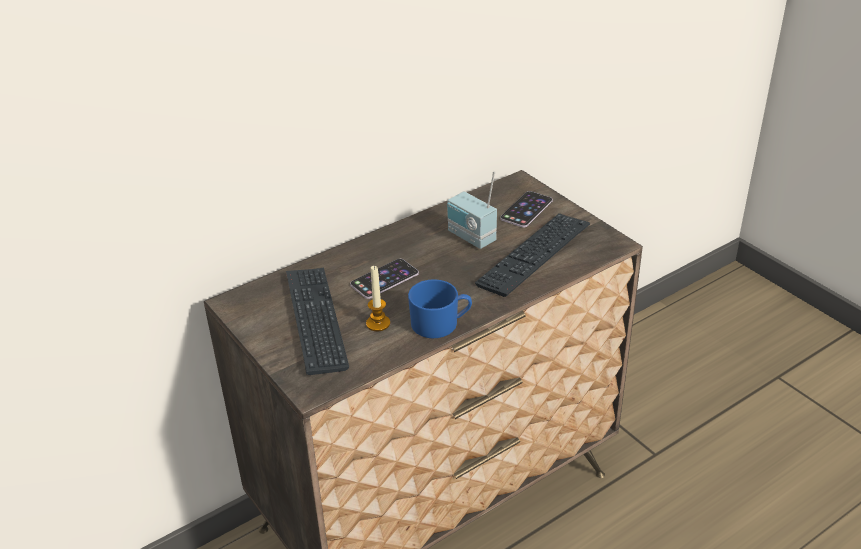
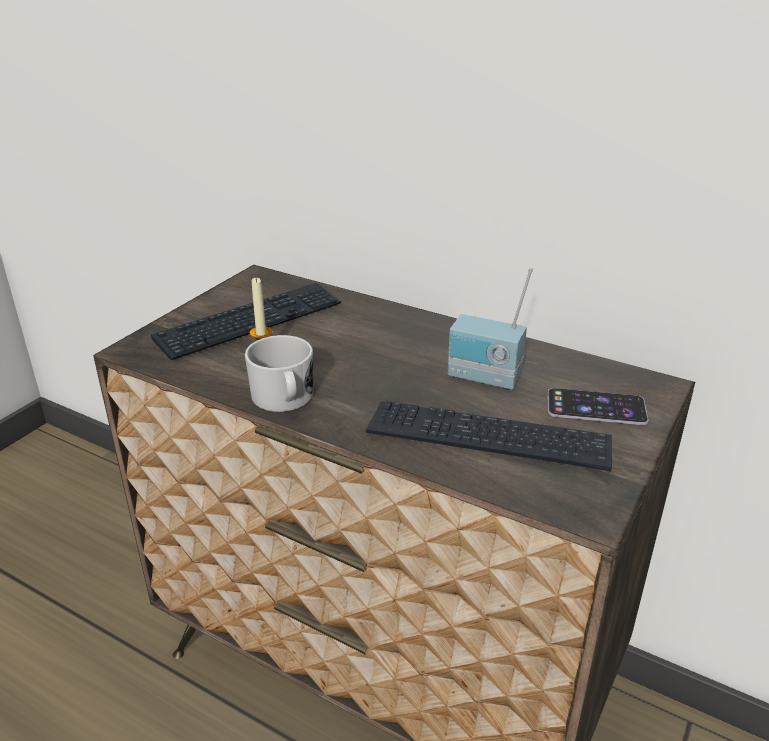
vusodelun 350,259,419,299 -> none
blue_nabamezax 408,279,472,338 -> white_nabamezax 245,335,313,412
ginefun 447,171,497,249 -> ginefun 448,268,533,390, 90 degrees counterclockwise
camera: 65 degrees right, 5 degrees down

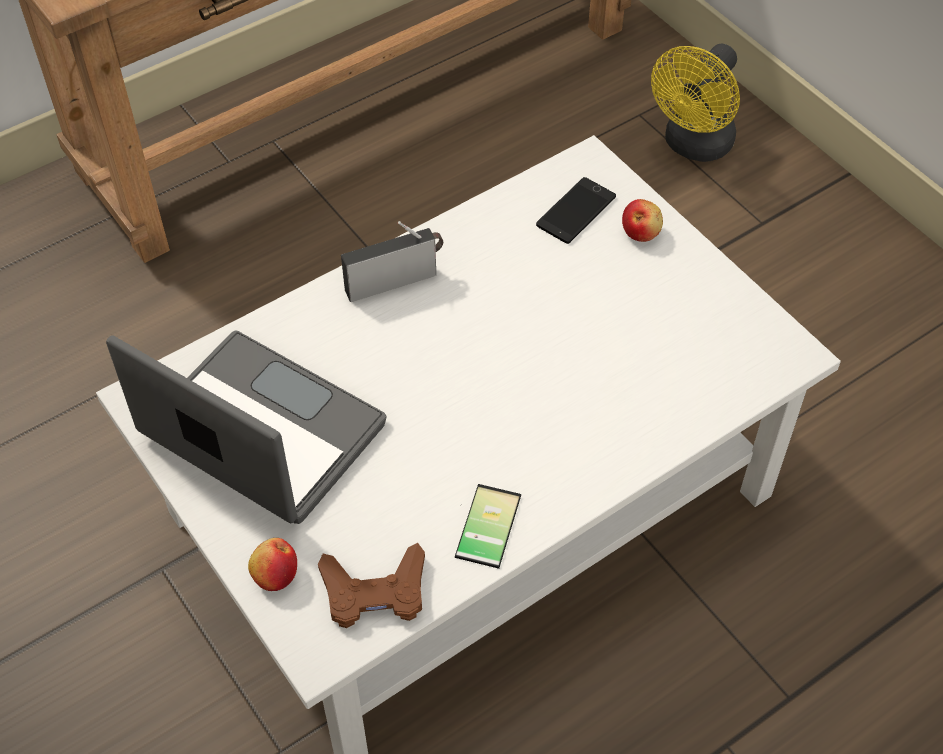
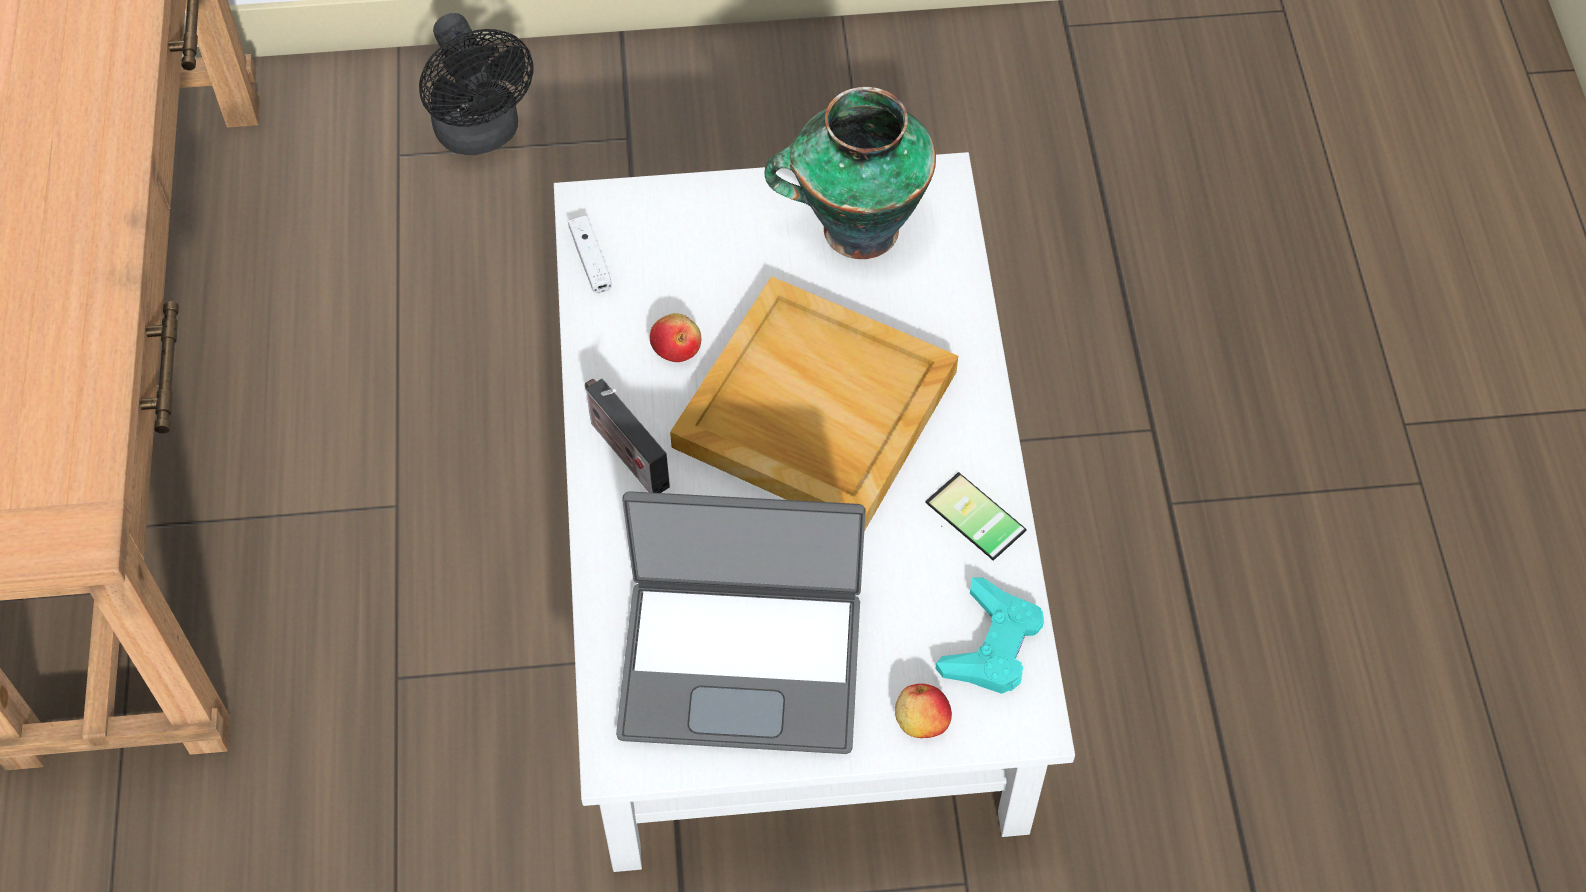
vusodelun 536,177,616,244 -> none
none -> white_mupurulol 568,215,612,293
none -> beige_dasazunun 670,276,958,531
none -> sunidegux 764,87,936,259
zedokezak 622,199,663,242 -> zedokezak 650,313,702,362, shifted
brown_mupurulol 318,543,425,628 -> turquoise_mupurulol 935,577,1044,694
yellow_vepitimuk 651,44,740,162 -> black_vepitimuk 419,13,534,155
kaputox 106,330,386,524 -> kaputox 616,491,866,754, 150 degrees counterclockwise
ginefun 341,221,443,302 -> ginefun 585,379,670,493, 45 degrees counterclockwise
camera: 60 degrees left, 5 degrees up

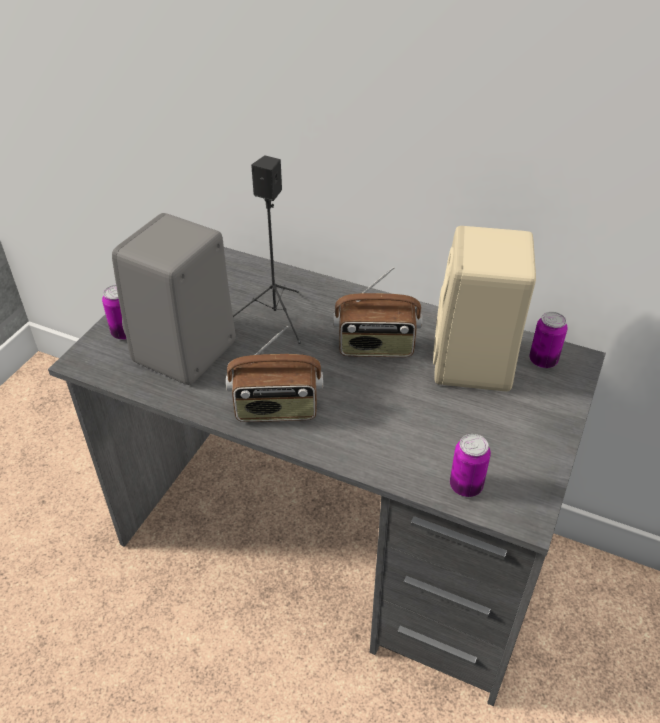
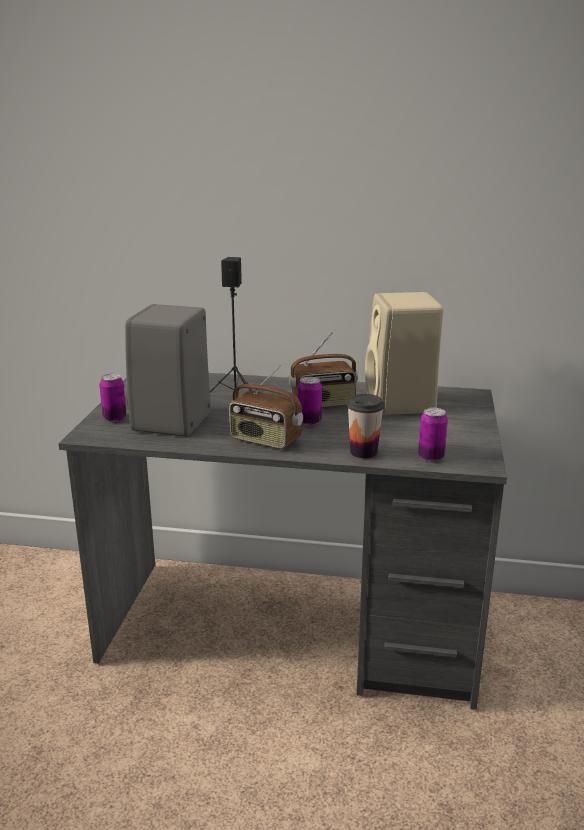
none -> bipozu 347,394,384,458
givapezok 529,312,568,368 -> givapezok 298,377,322,426, shifted
ginefun 226,326,323,422 -> ginefun 229,364,303,449, 45 degrees clockwise
camera: 15 degrees left, 20 degrees down

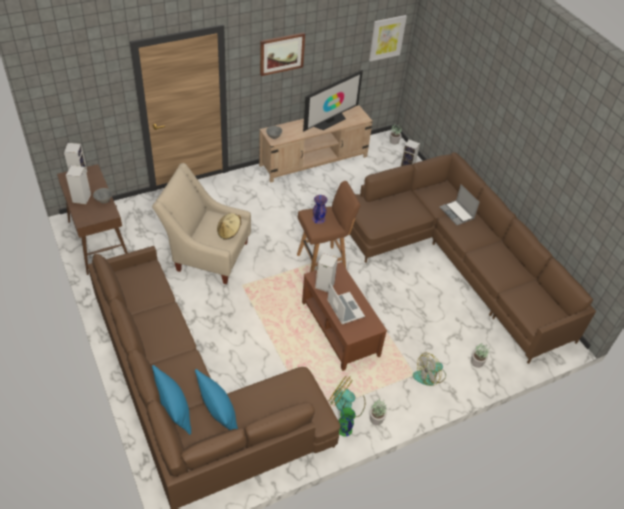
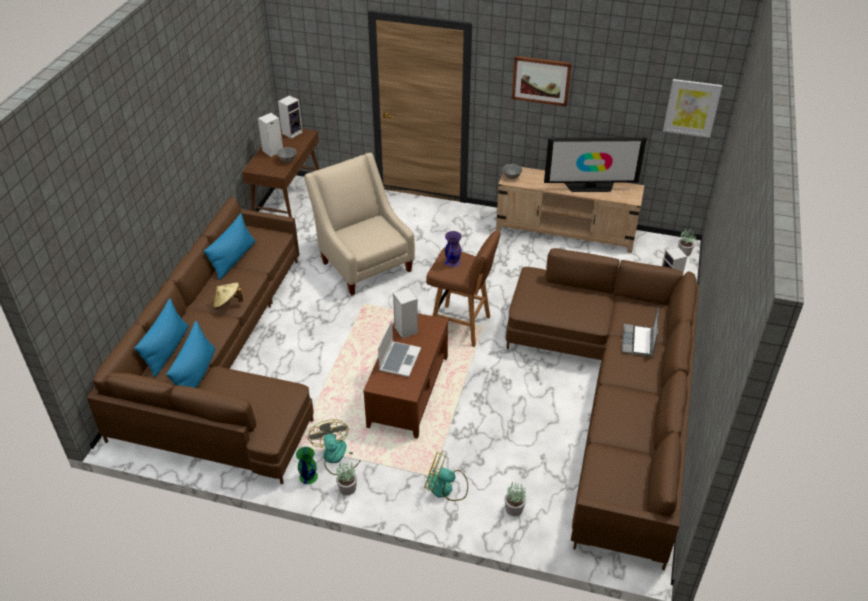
none -> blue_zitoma 204,213,256,280
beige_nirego 217,213,241,240 -> beige_nirego 213,282,243,309, shifted
camera: 45 degrees right, 5 degrees down

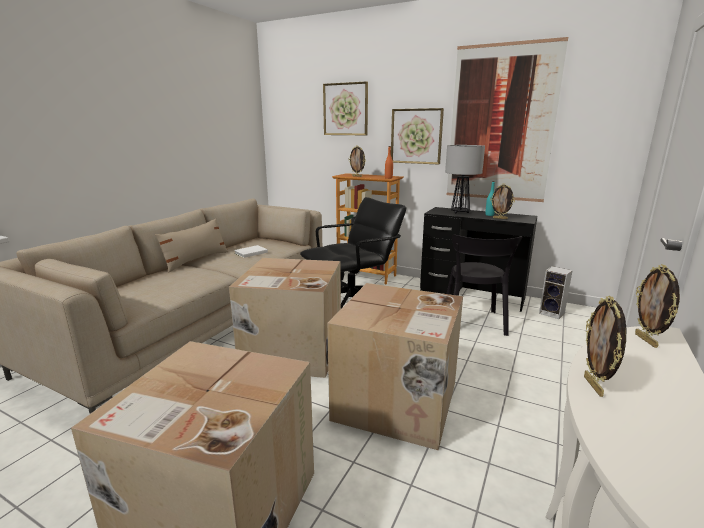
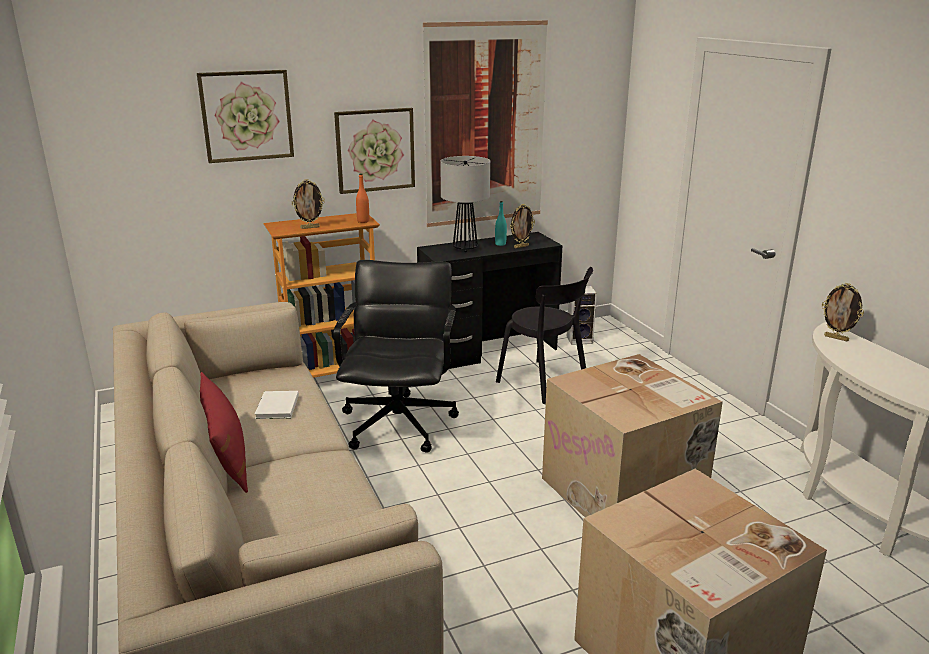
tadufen 229,258,341,378 -> none
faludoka 584,296,626,397 -> none
beige_zitoma 155,219,228,272 -> red_zitoma 200,372,248,493
camera: 50 degrees left, 5 degrees up

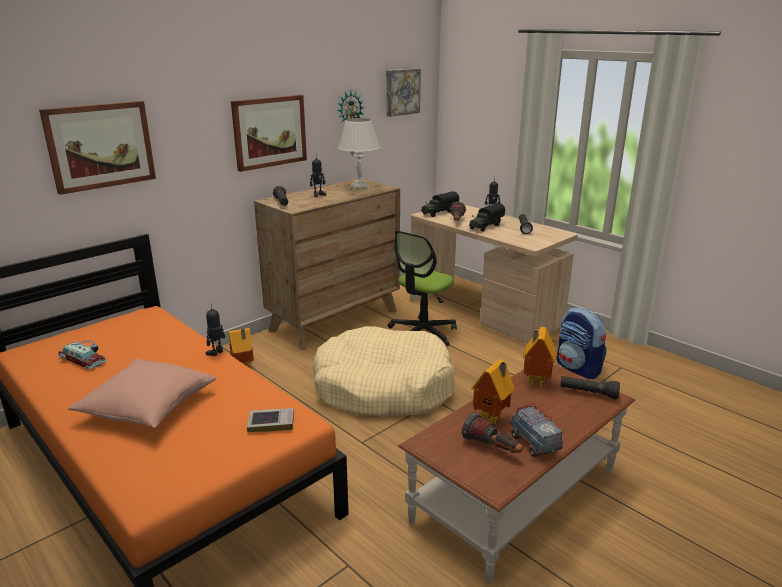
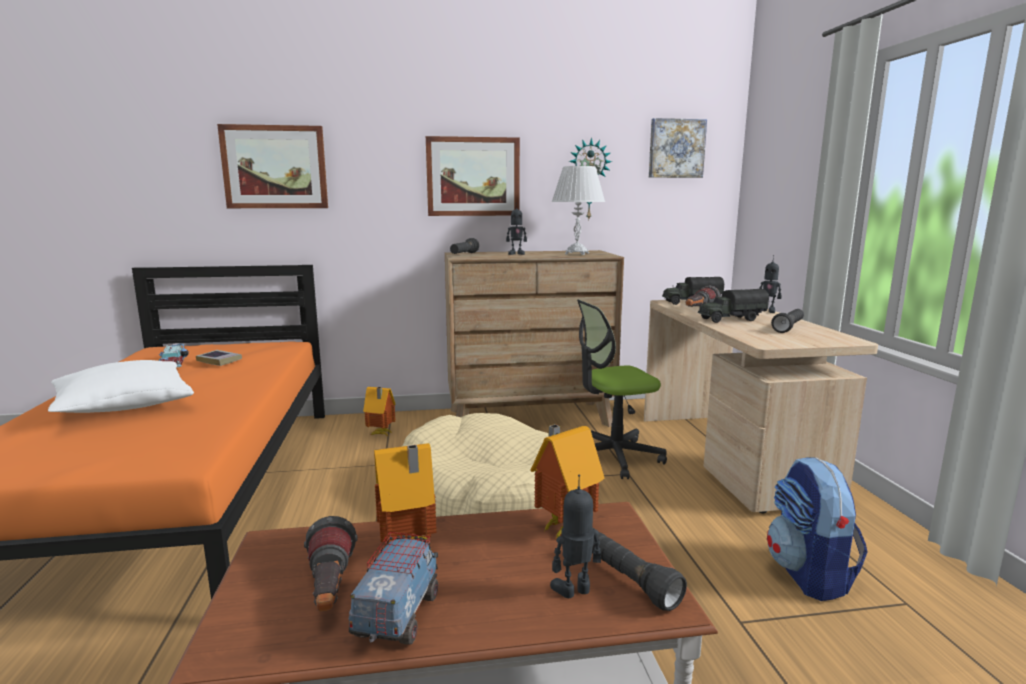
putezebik 206,303,226,356 -> putezebik 550,475,601,598, shifted
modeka 247,408,294,432 -> modeka 196,350,242,366, shifted
pink_zitoma 68,359,216,428 -> white_zitoma 48,360,194,413
camera: 35 degrees right, 10 degrees down

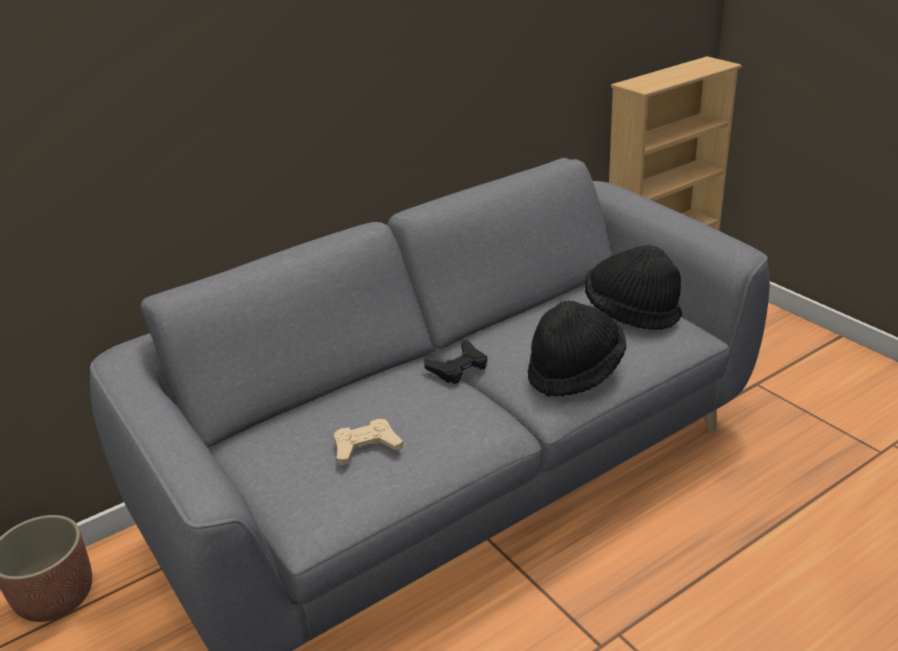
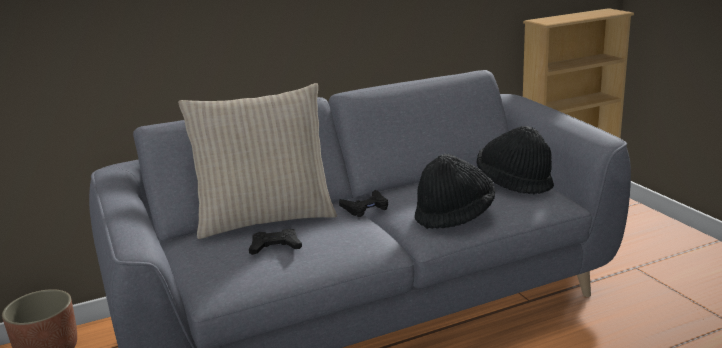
none -> beige_zitoma 178,83,337,239
beige_mupurulol 334,419,403,465 -> black_mupurulol 249,229,302,255
camera: 10 degrees right, 10 degrees down

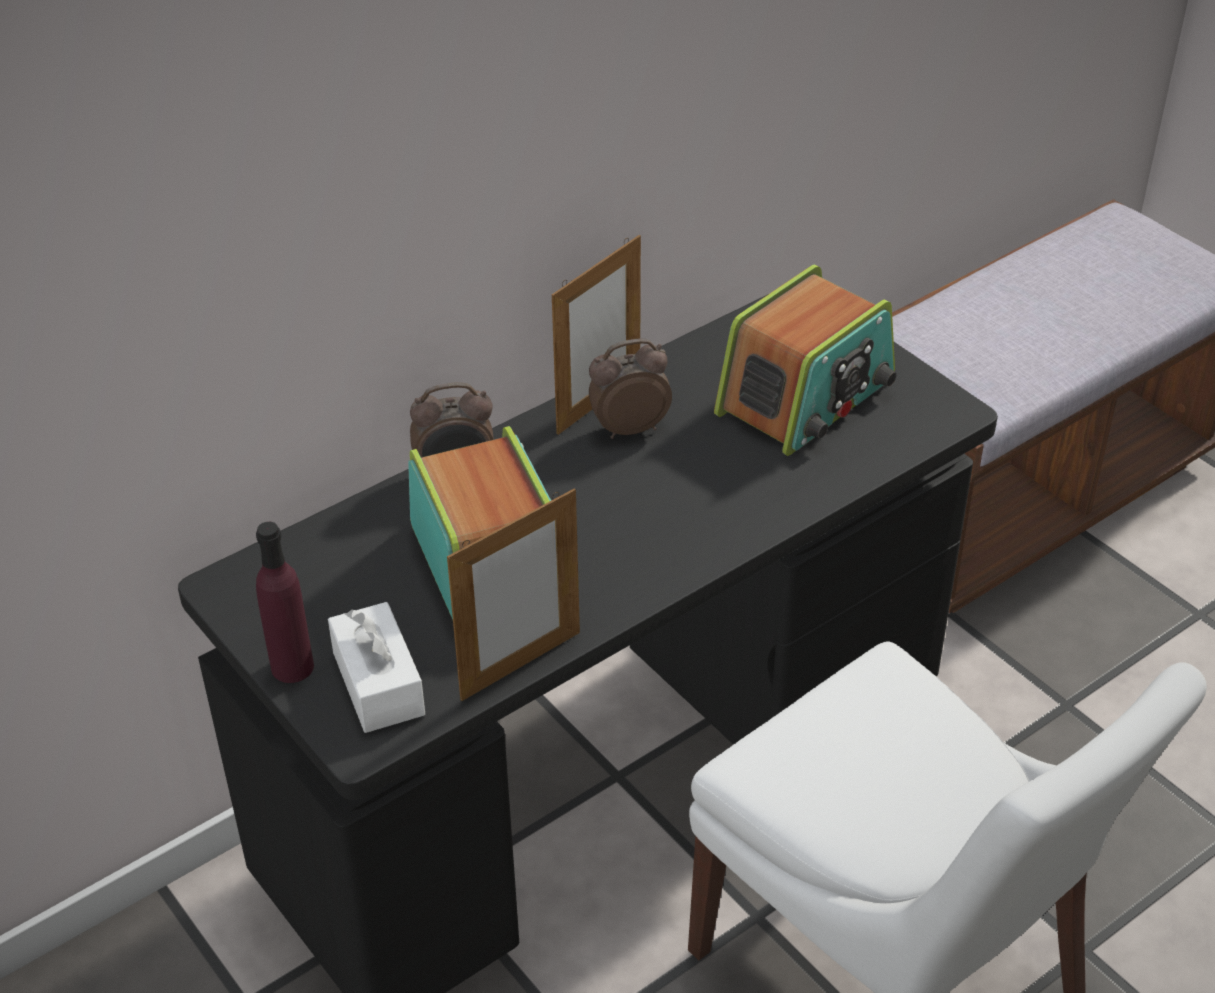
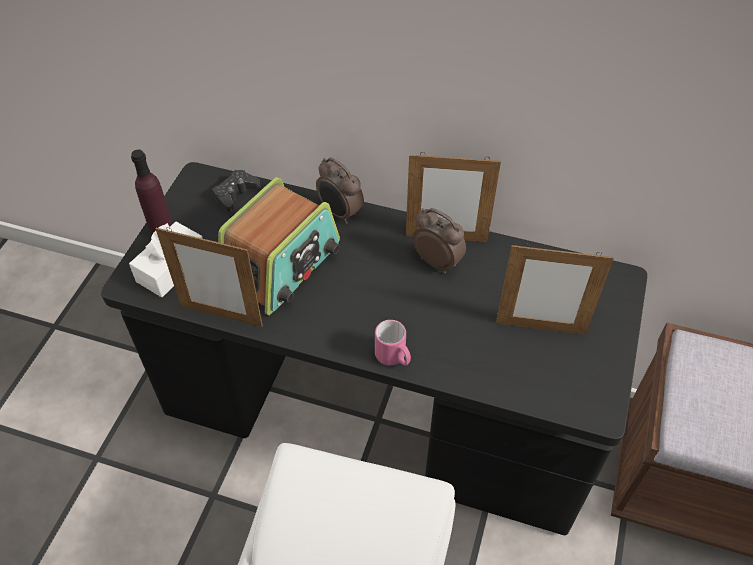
none -> black_mupurulol 212,170,261,211
none -> pink_nabamezax 375,320,411,366
ginefun 714,265,896,456 -> faludoka 496,244,614,335
camera: 55 degrees right, 10 degrees up

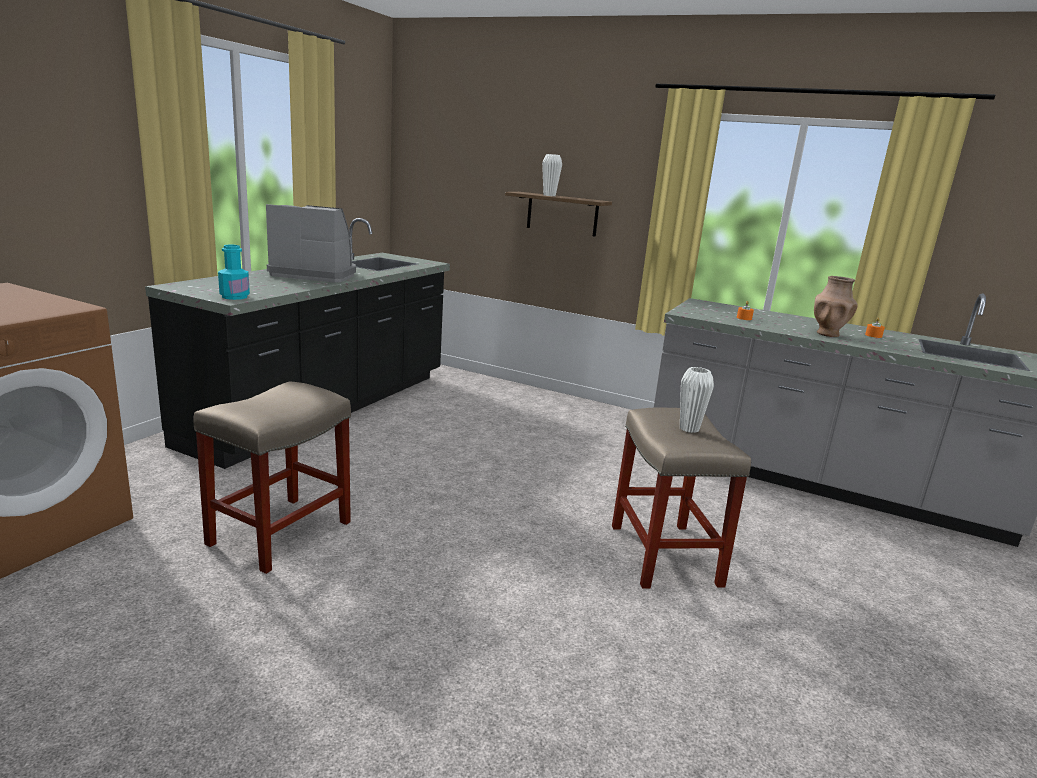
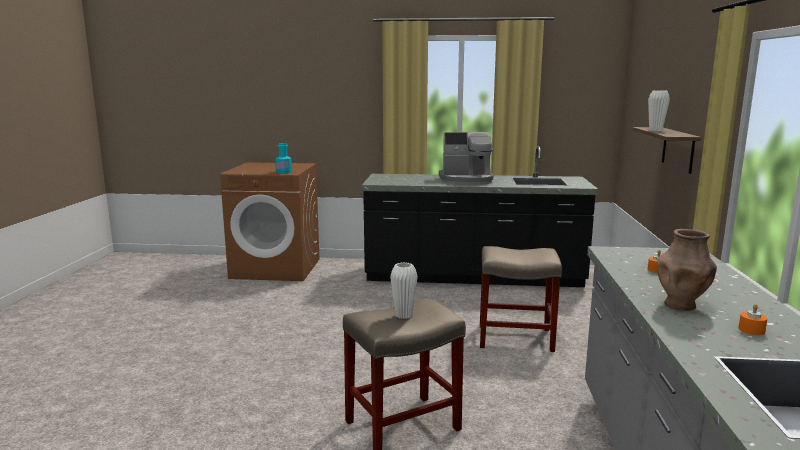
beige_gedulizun 193,382,351,574 -> beige_gedulizun 480,246,562,352, shifted
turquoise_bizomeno 218,245,250,300 -> turquoise_bizomeno 275,143,292,173, shifted
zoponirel 266,204,356,283 -> zoponirel 439,132,493,185, 105 degrees clockwise
camera: 70 degrees right, 5 degrees down

